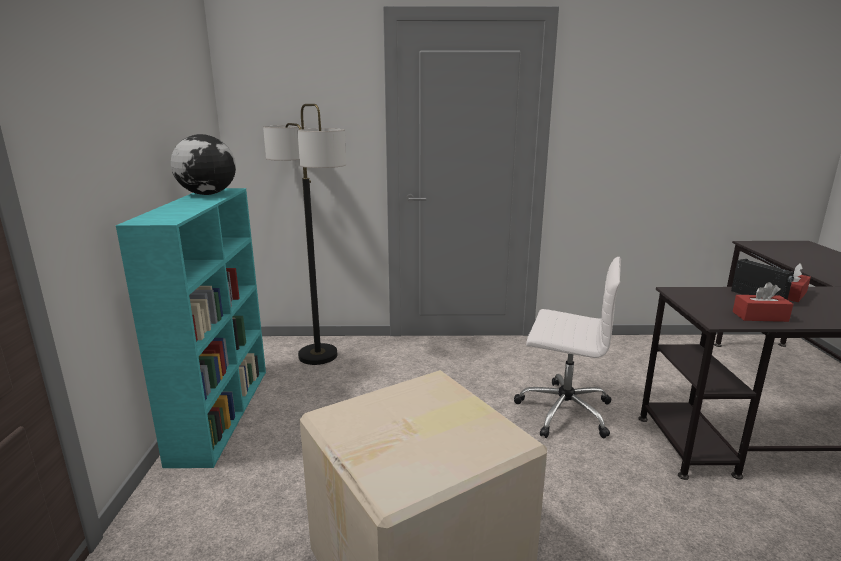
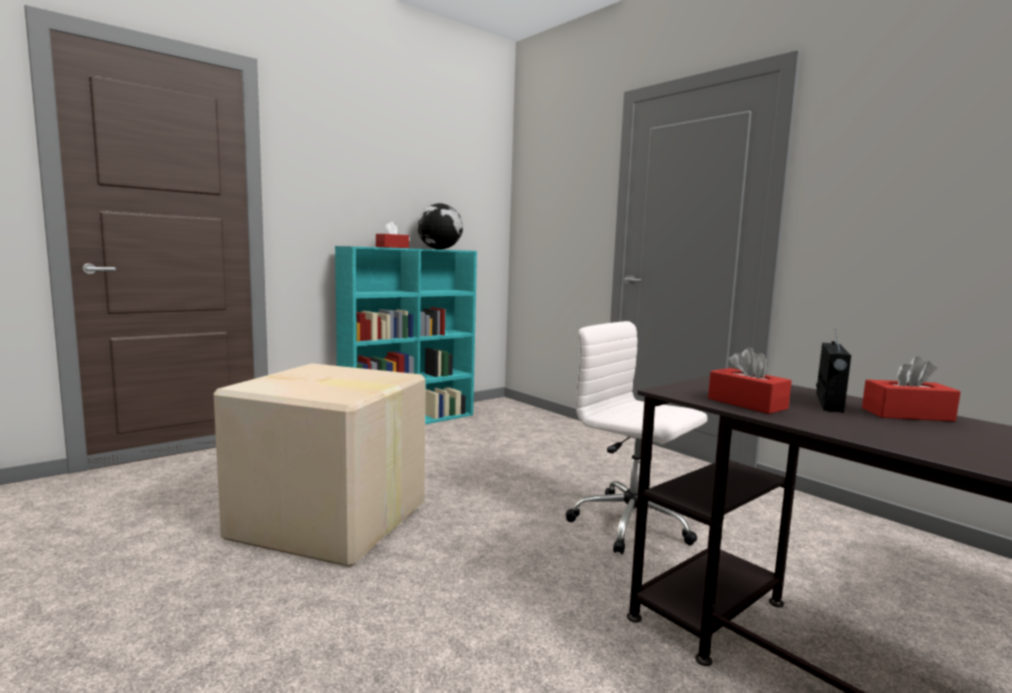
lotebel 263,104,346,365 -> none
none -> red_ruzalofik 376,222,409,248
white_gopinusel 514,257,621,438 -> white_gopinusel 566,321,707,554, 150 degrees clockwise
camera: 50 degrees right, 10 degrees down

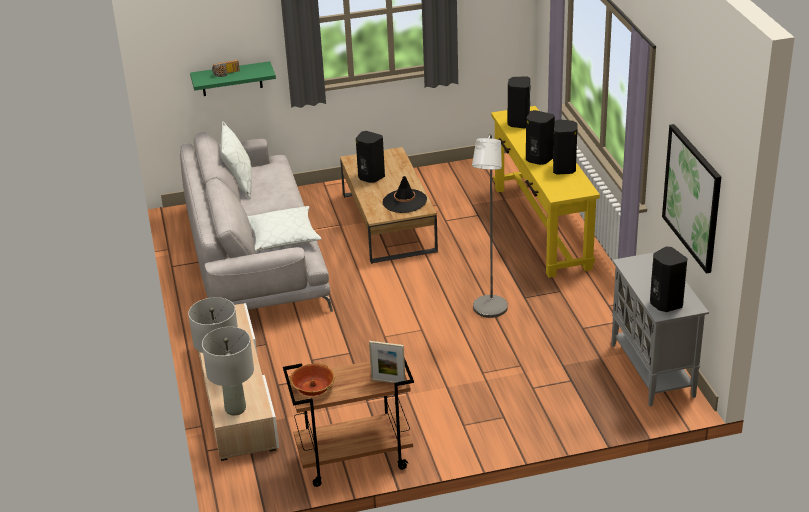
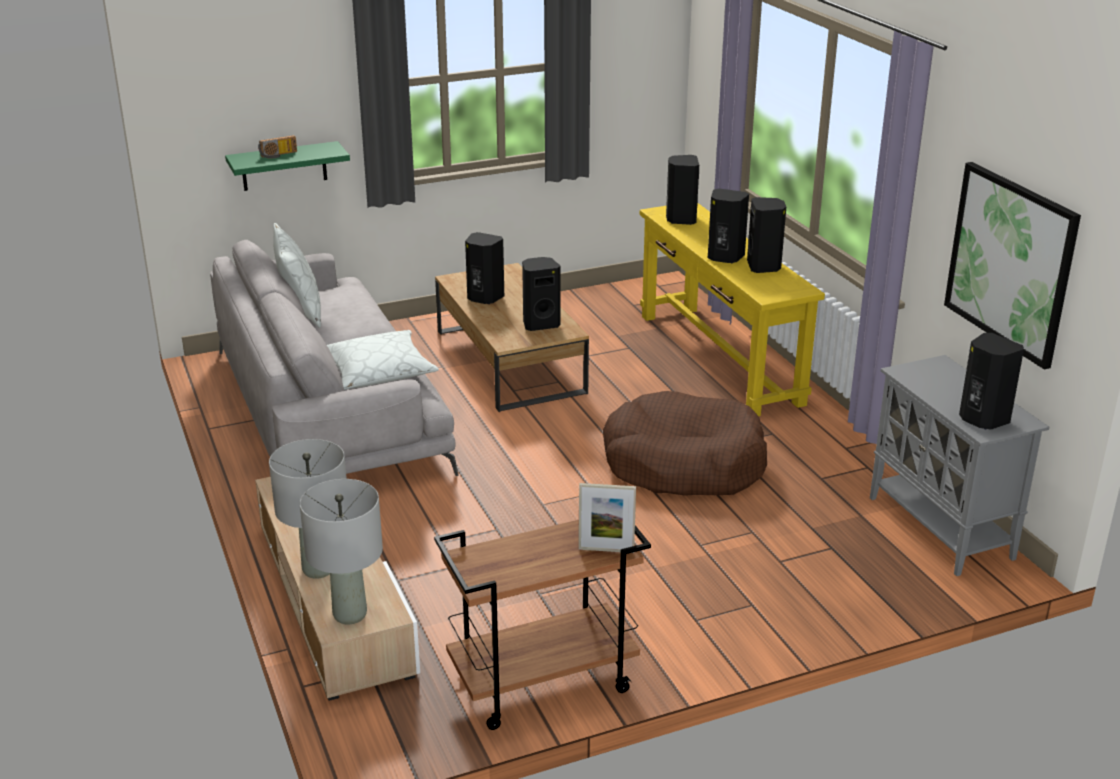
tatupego 290,363,335,396 -> none
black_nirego 383,176,427,213 -> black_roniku 522,257,560,331
grey_lotebel 472,134,508,318 -> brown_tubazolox 603,391,767,496
camera: 10 degrees left, 5 degrees down

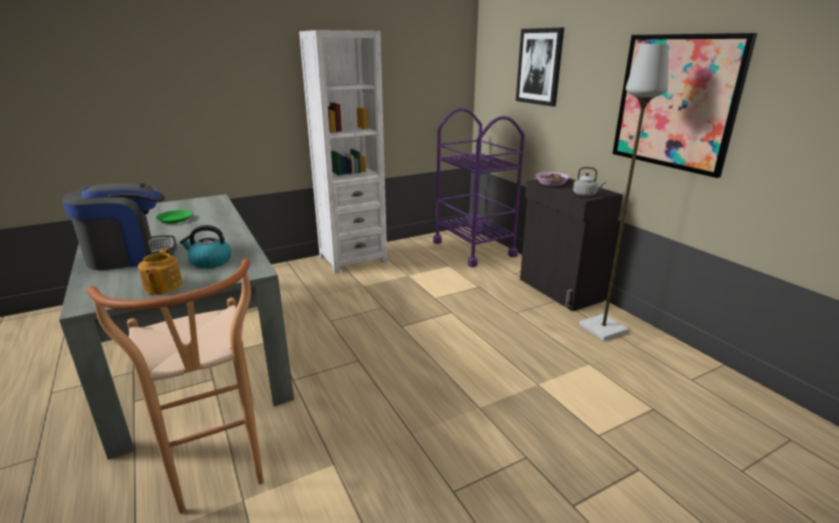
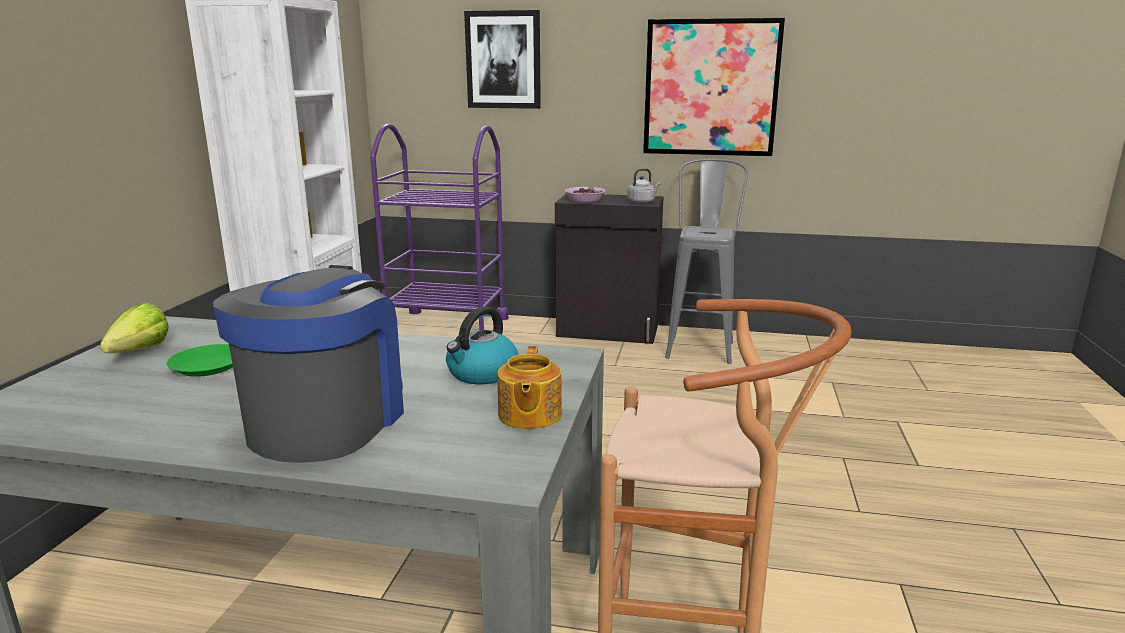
none -> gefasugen 100,302,169,353
grey_lotebel 579,44,669,341 -> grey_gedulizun 665,158,748,364
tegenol 138,248,183,294 -> tegenol 497,346,562,429, 60 degrees clockwise
camera: 50 degrees left, 5 degrees down

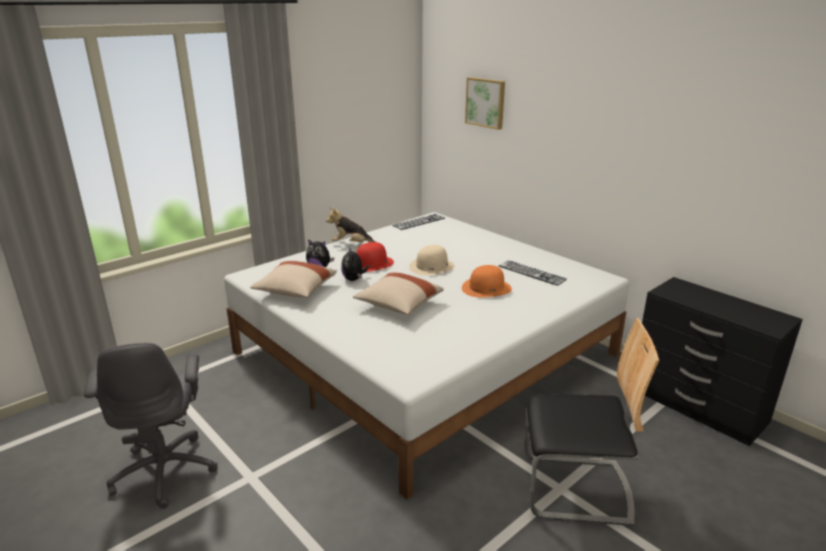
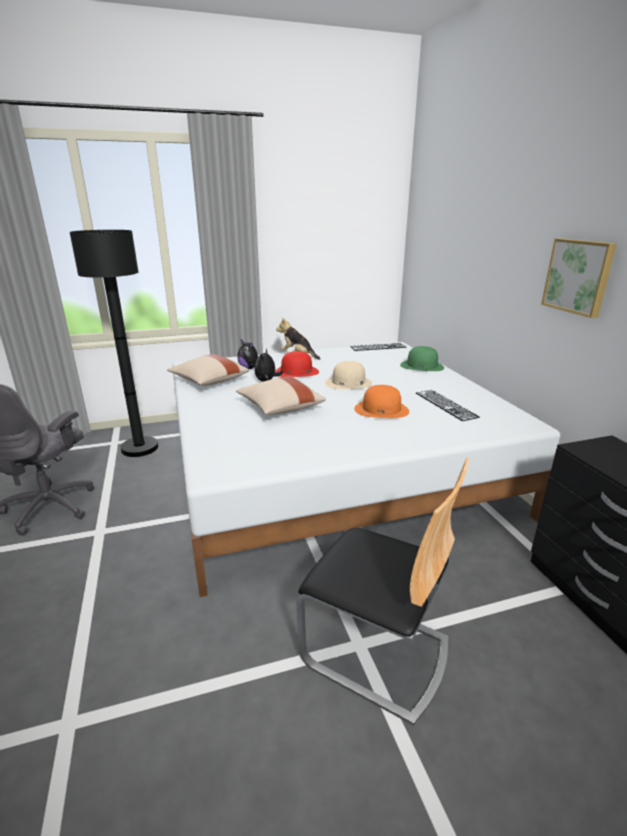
none -> black_lotebel 70,230,158,457
none -> green_nirego 400,346,444,371
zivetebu 465,77,505,130 -> zivetebu 541,238,617,318, shifted
camera: 25 degrees right, 0 degrees up

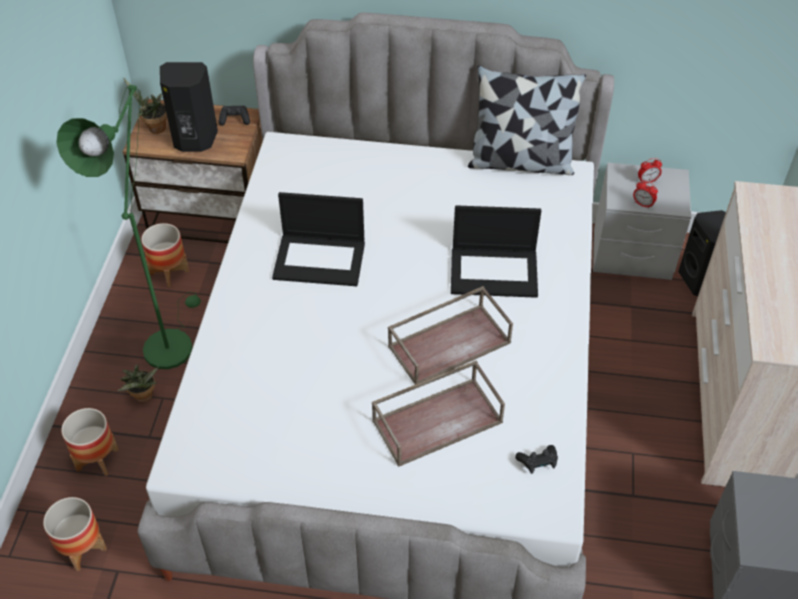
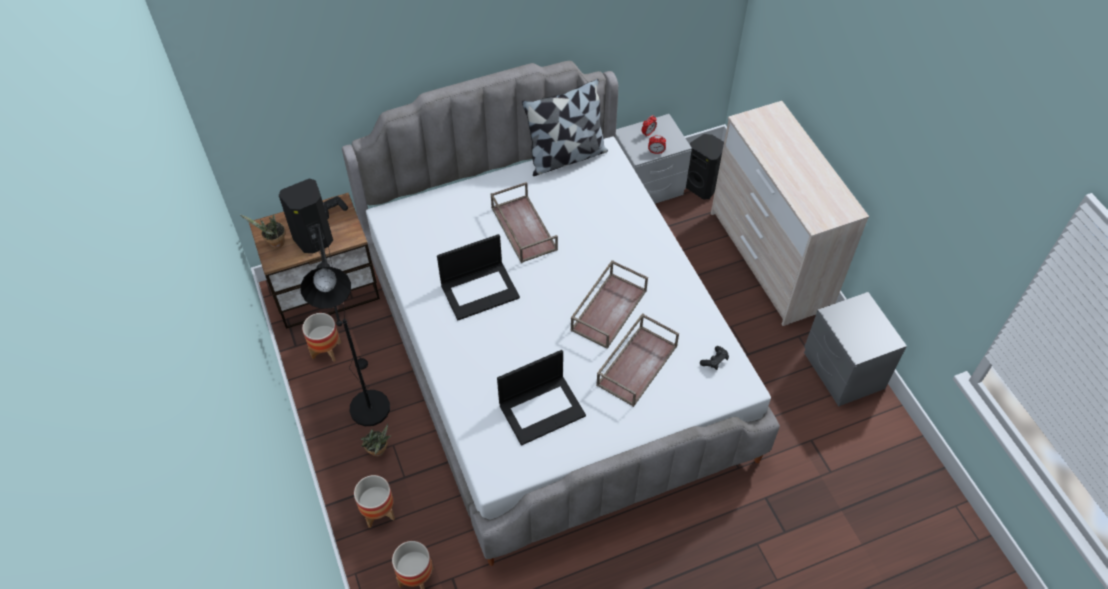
none -> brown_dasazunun 490,182,558,263
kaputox 451,205,541,298 -> kaputox 497,350,586,446, shifted
green_lotebel 56,85,201,369 -> black_lotebel 300,224,390,426
camera: 30 degrees left, 5 degrees up

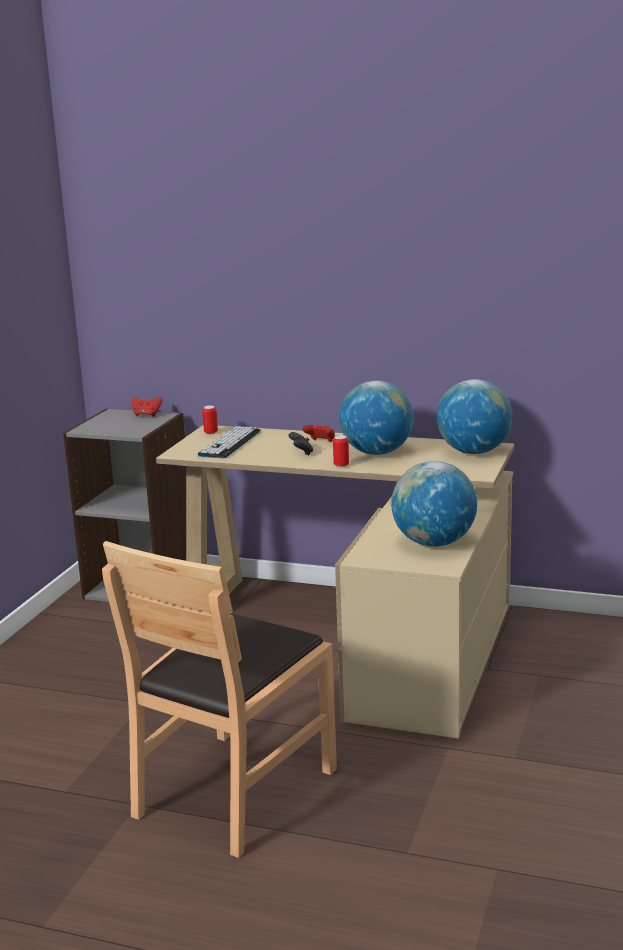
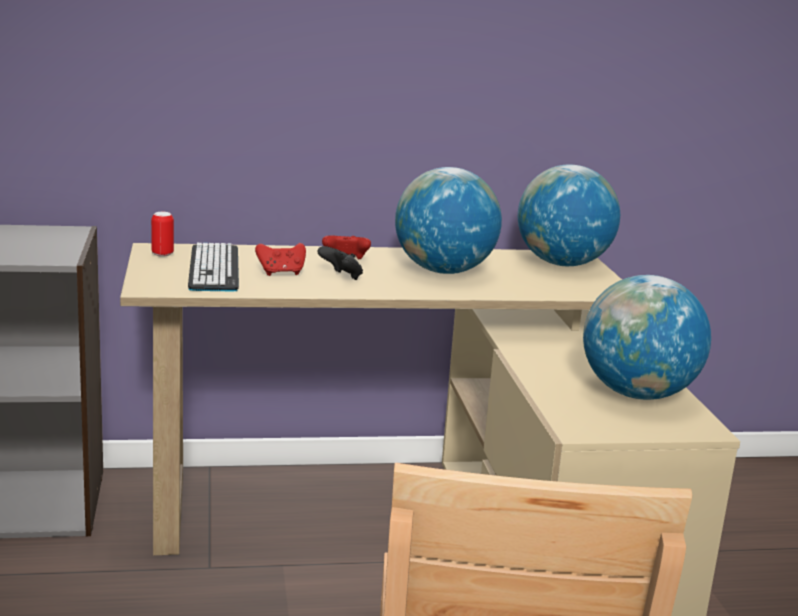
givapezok 333,435,349,467 -> none
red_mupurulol 132,397,162,417 -> red_mupurulol 255,243,306,276, shifted
camera: 30 degrees left, 0 degrees up

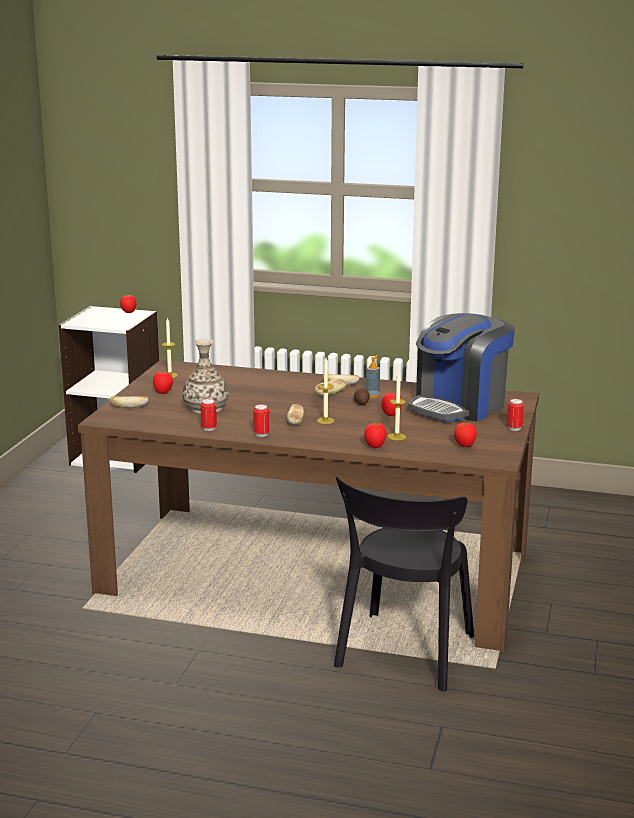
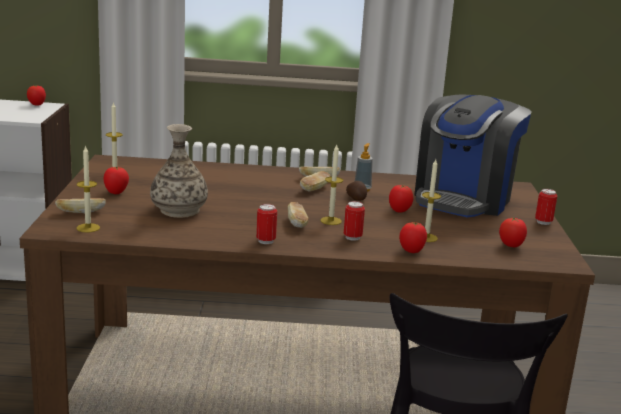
none -> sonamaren 77,145,100,233
givapezok 201,399,217,431 -> givapezok 344,201,365,241, shifted
camera: 15 degrees left, 0 degrees up

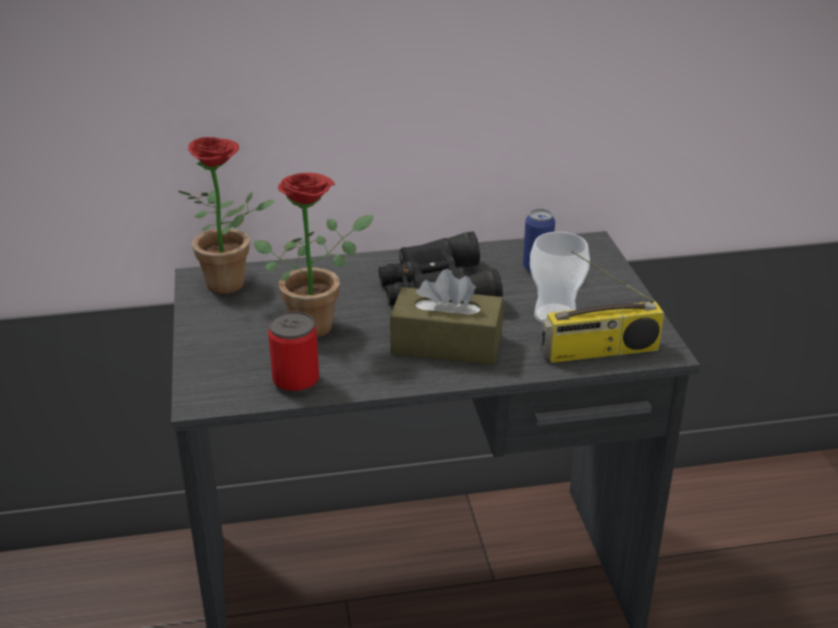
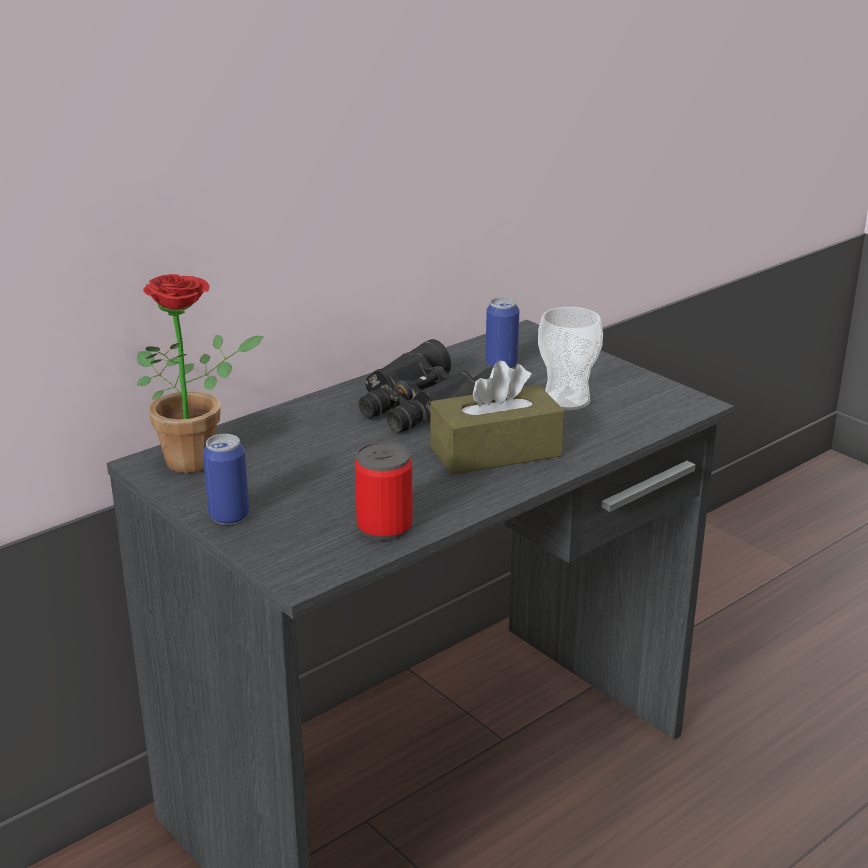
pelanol 254,173,374,338 -> none
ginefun 540,251,664,363 -> none
none -> givapezok 203,434,249,525
camera: 30 degrees left, 5 degrees down

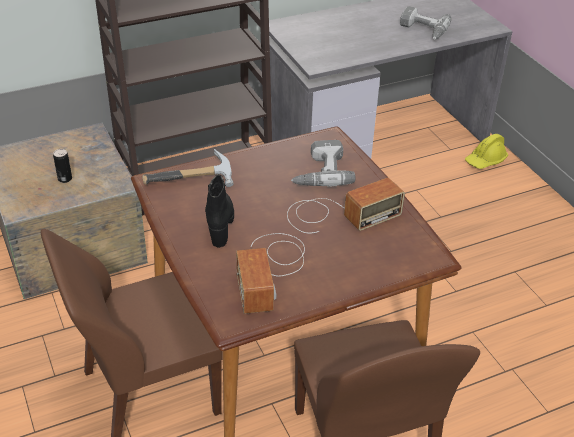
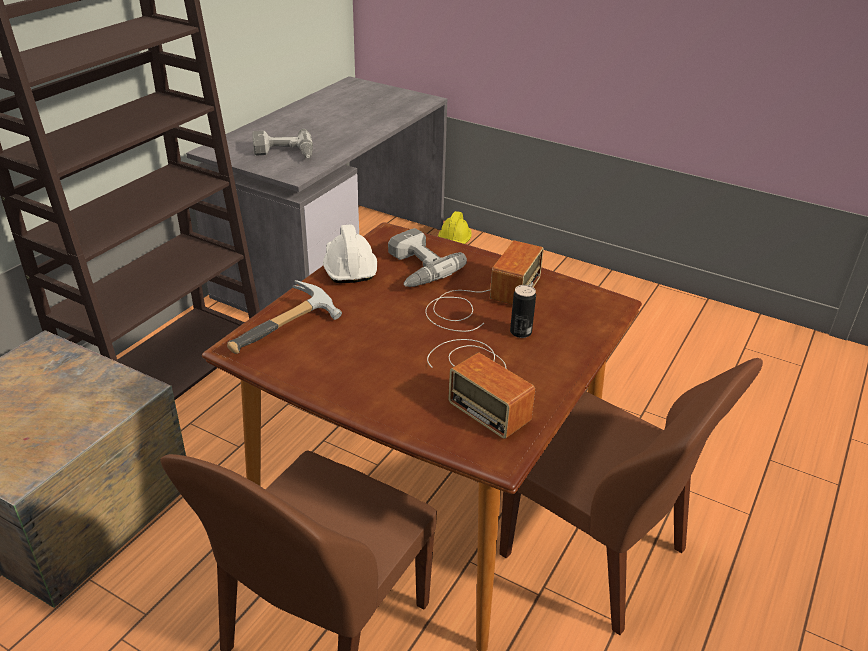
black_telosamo 205,174,234,248 -> none
none -> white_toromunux 323,224,377,283
givapezok 53,149,72,183 -> givapezok 510,285,536,338, shifted
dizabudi 400,6,451,40 -> dizabudi 252,129,313,158, shifted
camera: 35 degrees left, 5 degrees down

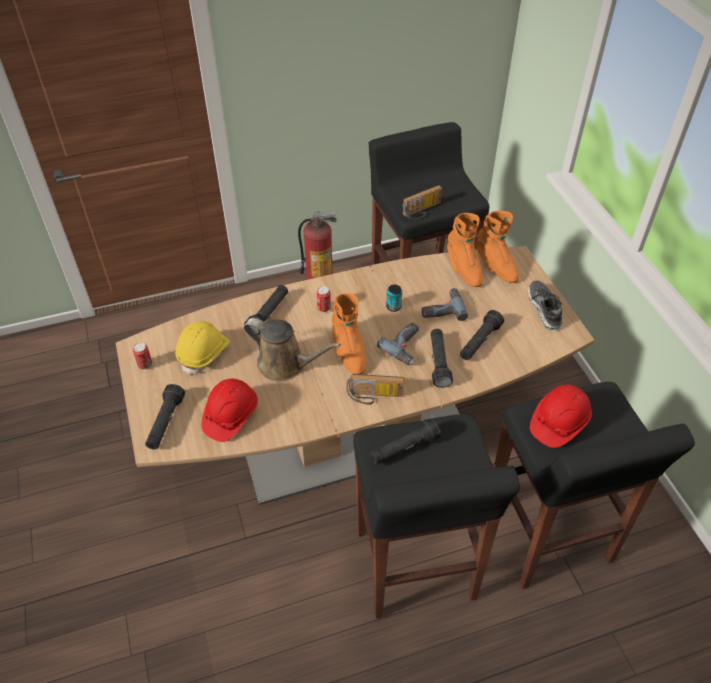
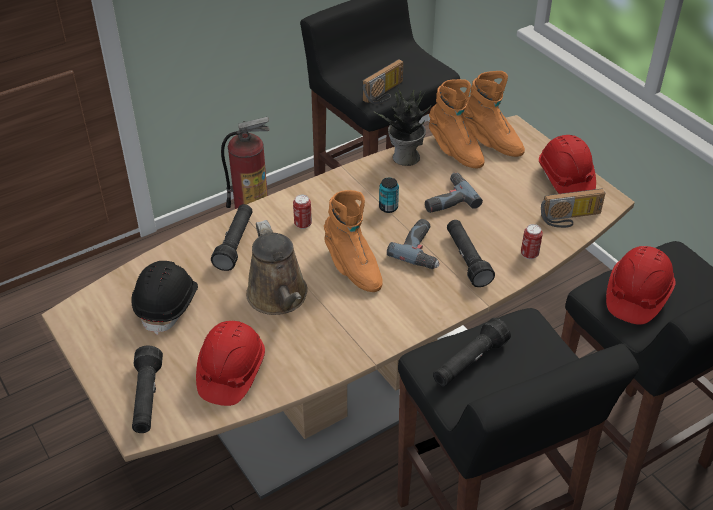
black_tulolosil 460,310,504,360 -> none
none -> pelanol 374,88,432,166
givapezok 133,343,152,370 -> givapezok 521,224,543,259, shifted
ginefun 346,374,404,404 -> ginefun 541,189,605,228, shifted
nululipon 528,281,562,331 -> red_toromunux 539,135,596,194
yellow_toromunux 175,321,230,376 -> black_toromunux 131,261,198,335
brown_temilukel 244,318,341,381 -> brown_temilukel 246,220,308,315, 60 degrees clockwise
camera: 15 degrees left, 5 degrees down

